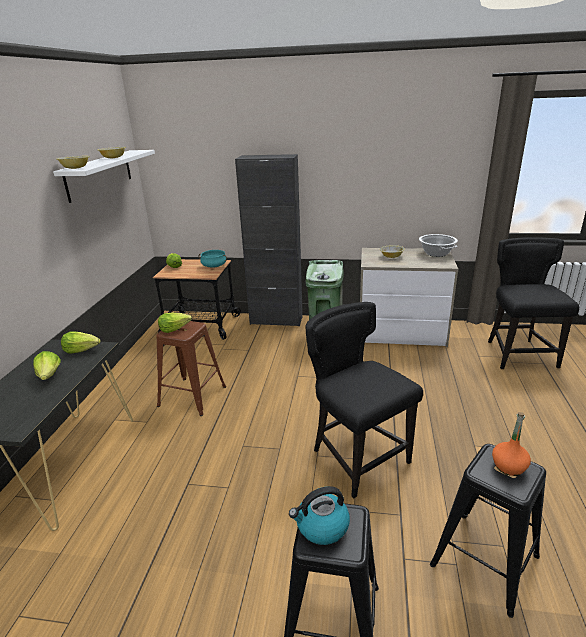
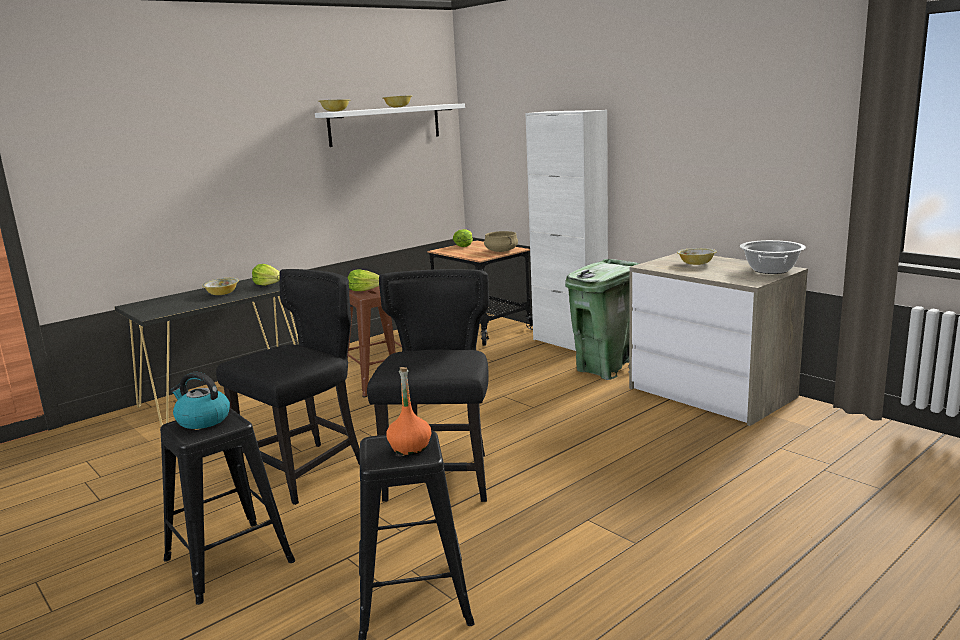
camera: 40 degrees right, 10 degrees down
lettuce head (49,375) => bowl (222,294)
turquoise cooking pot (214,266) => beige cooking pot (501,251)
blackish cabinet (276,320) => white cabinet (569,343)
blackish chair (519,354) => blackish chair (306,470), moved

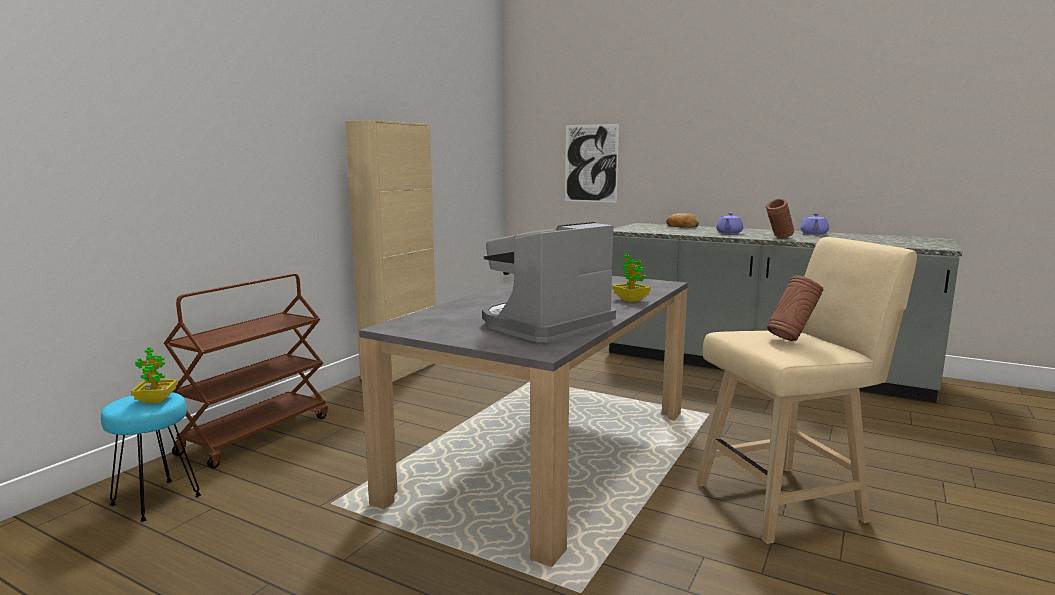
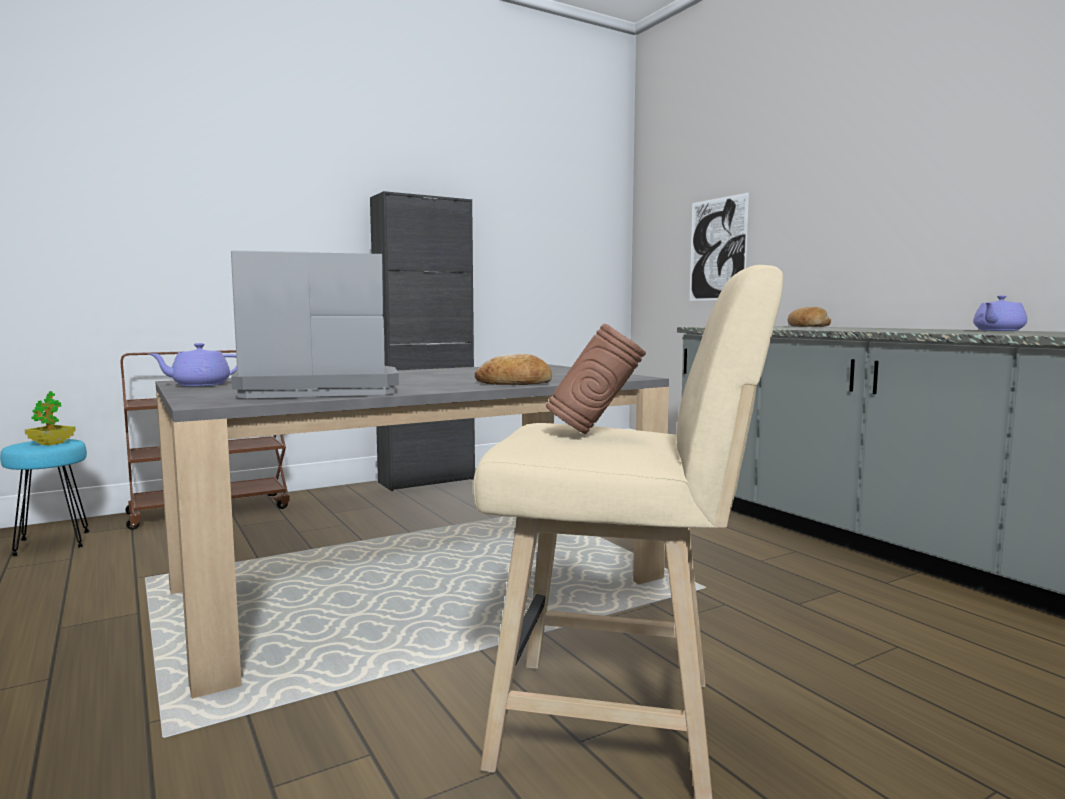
camera: 30 degrees right, 5 degrees down
beige cabinet (400,370) => blackish cabinet (426,481)
houseplant (630,300) => baked bread (515,383)
purplish tea pot (729,233) => purplish tea pot (199,385), moved
brown flower vase (778,238) => nothing

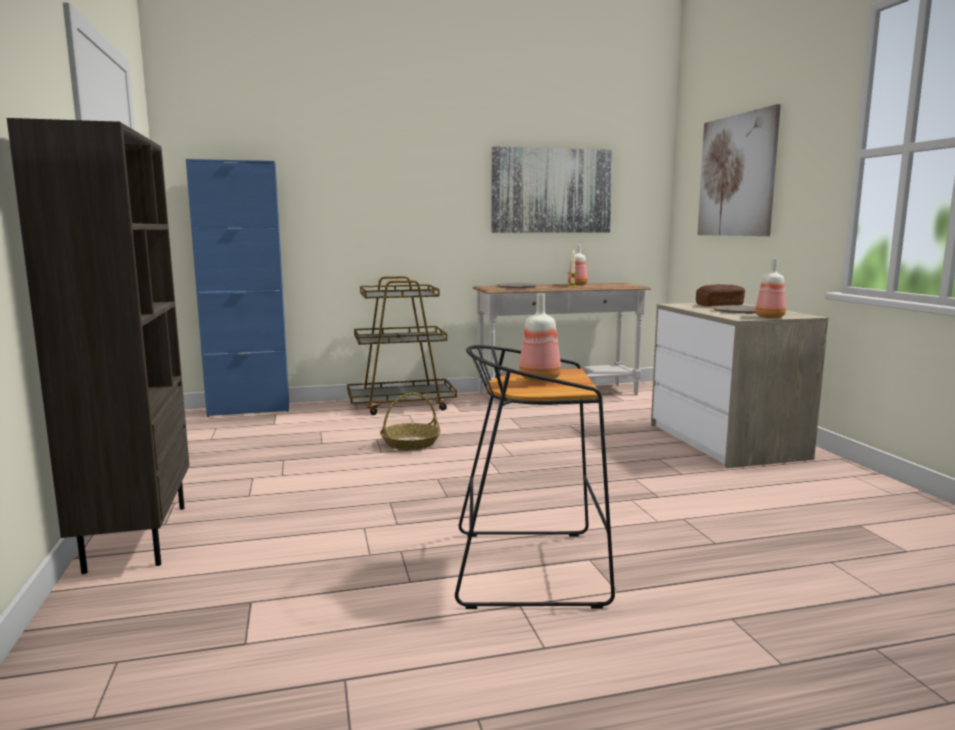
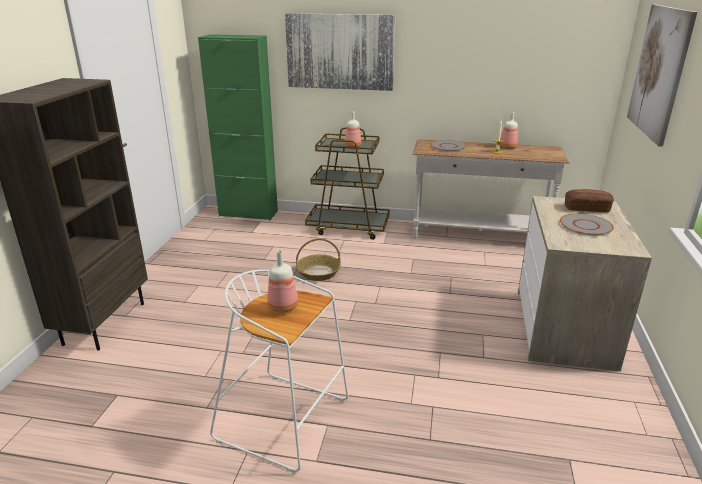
camera: 25 degrees right, 15 degrees up
bluish cabinet (249,410) => green-coloured cabinet (248,213)
blackish stool seat (532,567) => white stool seat (285,419)
wall picture (551,191) => wall picture (340,52), moved
beverage bottle (770,317) => beverage bottle (353,146), moved

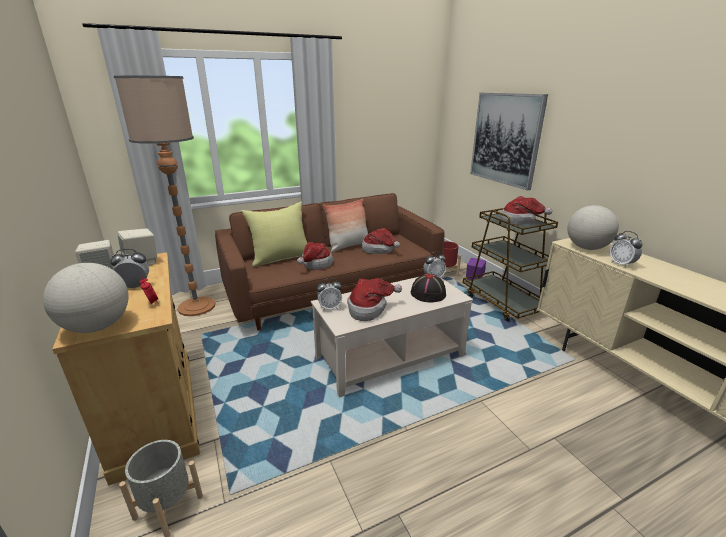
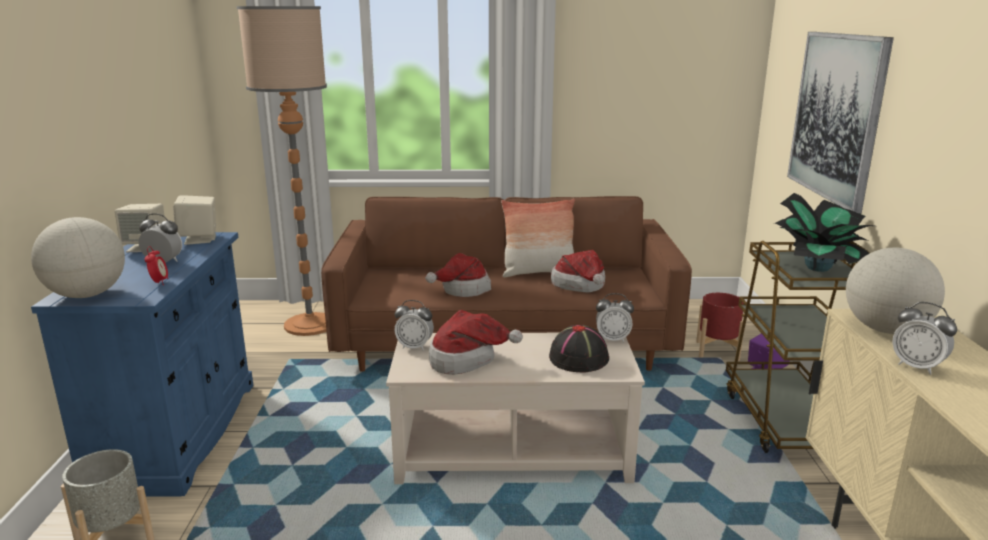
camera: 25 degrees right, 5 degrees down
beige cabinet (156,410) => bluish cabinet (177,434)
yellow-coloured throw pillow (281,257) => nothing
hat (519,221) => houseplant (818,268)
bedside clock (621,264) => bedside clock (917,367), 45 degrees counterclockwise

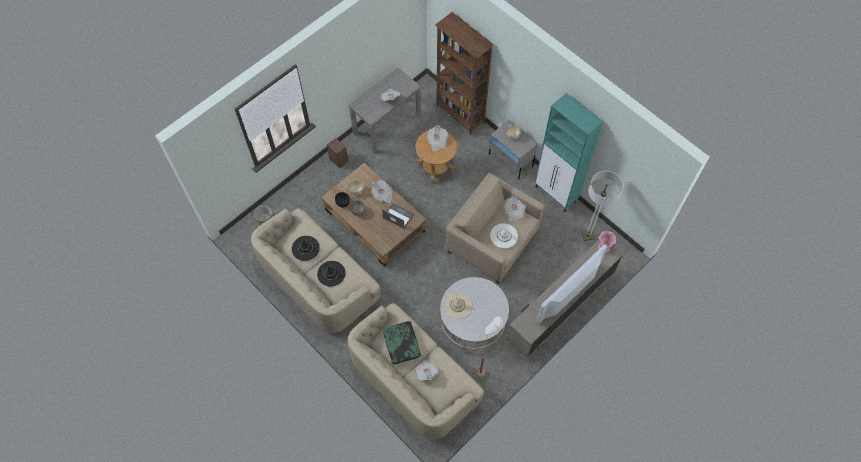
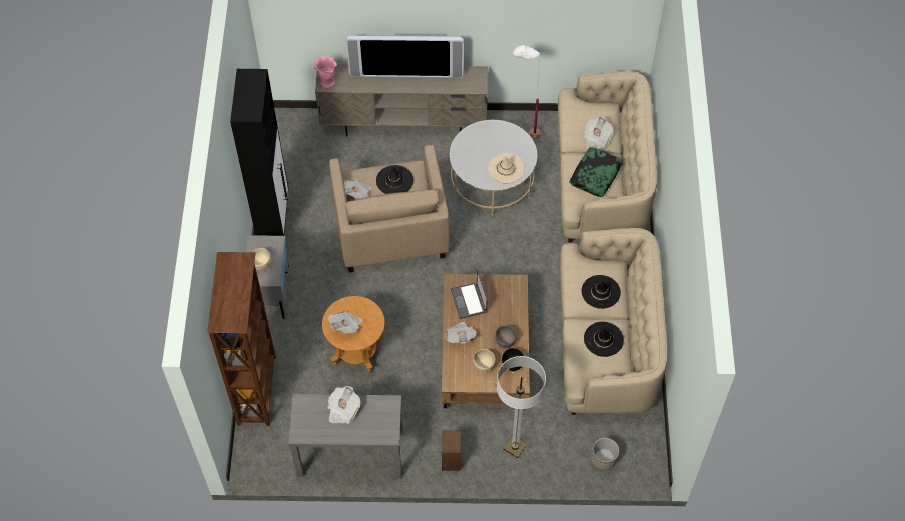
camera: 135 degrees left, 5 degrees down
white hat (504,236) => blackish hat (394,180)
turquoise cabinet (555,195) => blackish cabinet (273,219)
standing lamp (588,235) => standing lamp (515,447), moved

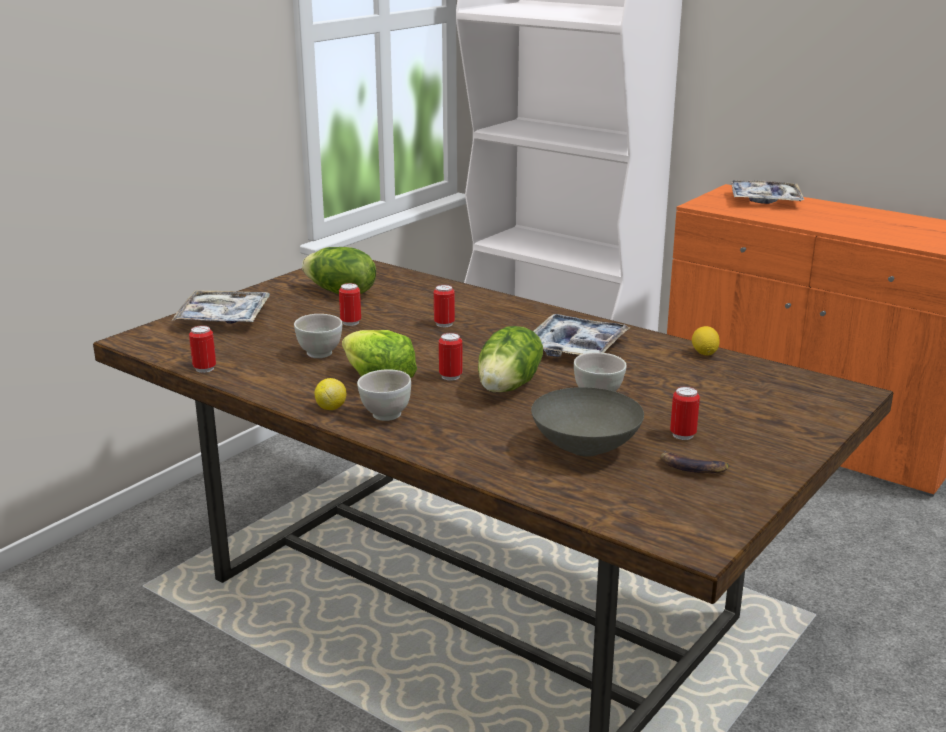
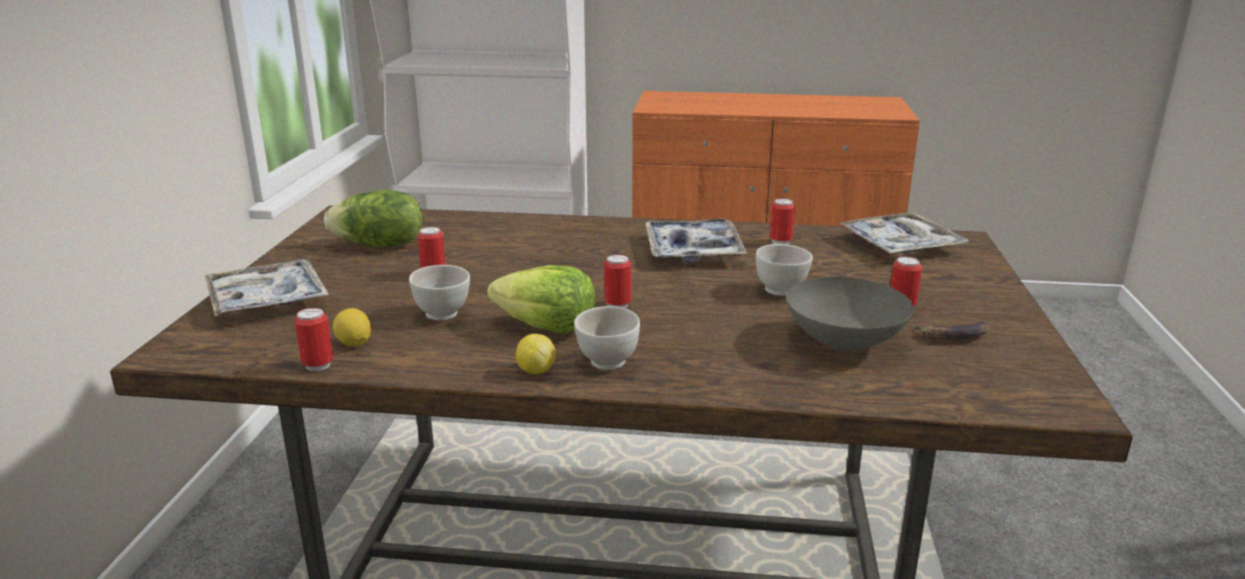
camera: 30 degrees left, 0 degrees up
sealed can (444,324) => sealed can (780,242), moved
lettuce head (509,386) => nothing
citrus fruit (704,353) => citrus fruit (354,344), moved
tray (764,200) => tray (900,245), moved

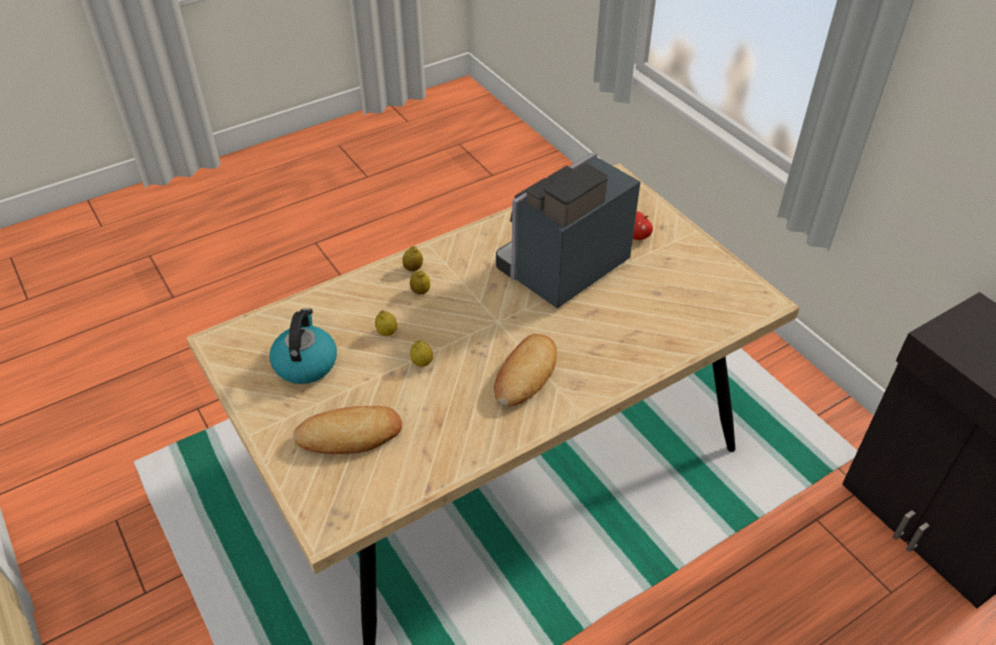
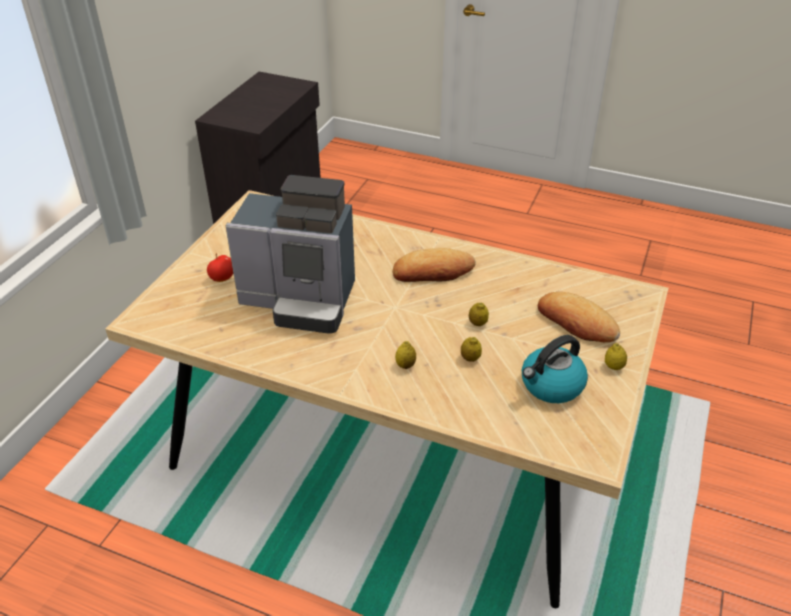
camera: 125 degrees left, 5 degrees down
citrus fruit (413,268) => citrus fruit (613,366), moved

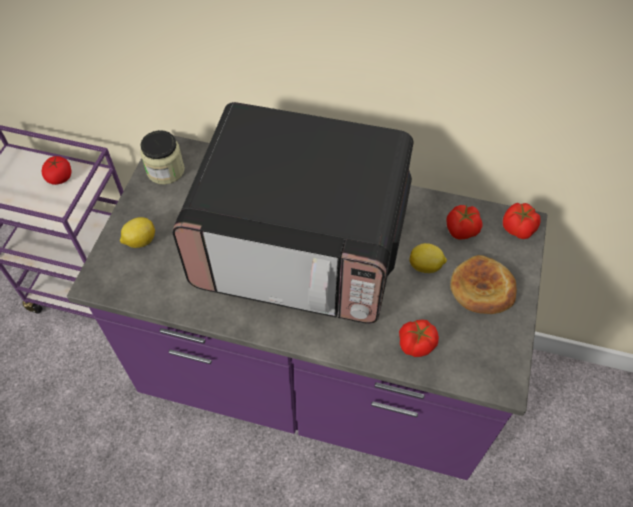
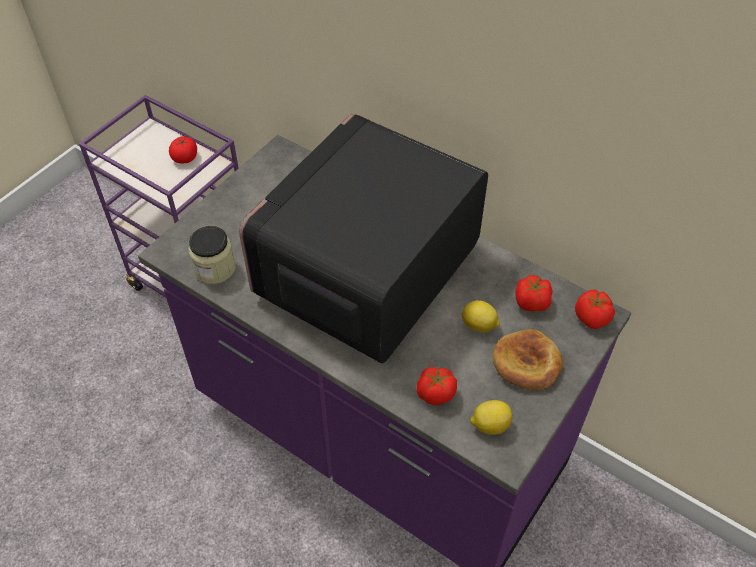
camera: 20 degrees right, 5 degrees down
citrus fruit (140,241) => citrus fruit (489,425), moved
jar (165,170) => jar (215,268), moved
kitchen microwave (302,246) => kitchen microwave (367,273), 90 degrees clockwise

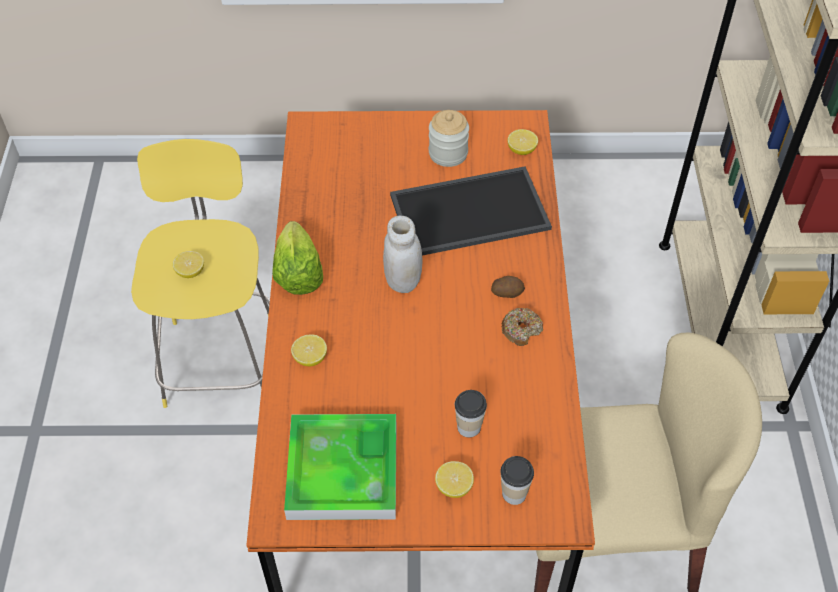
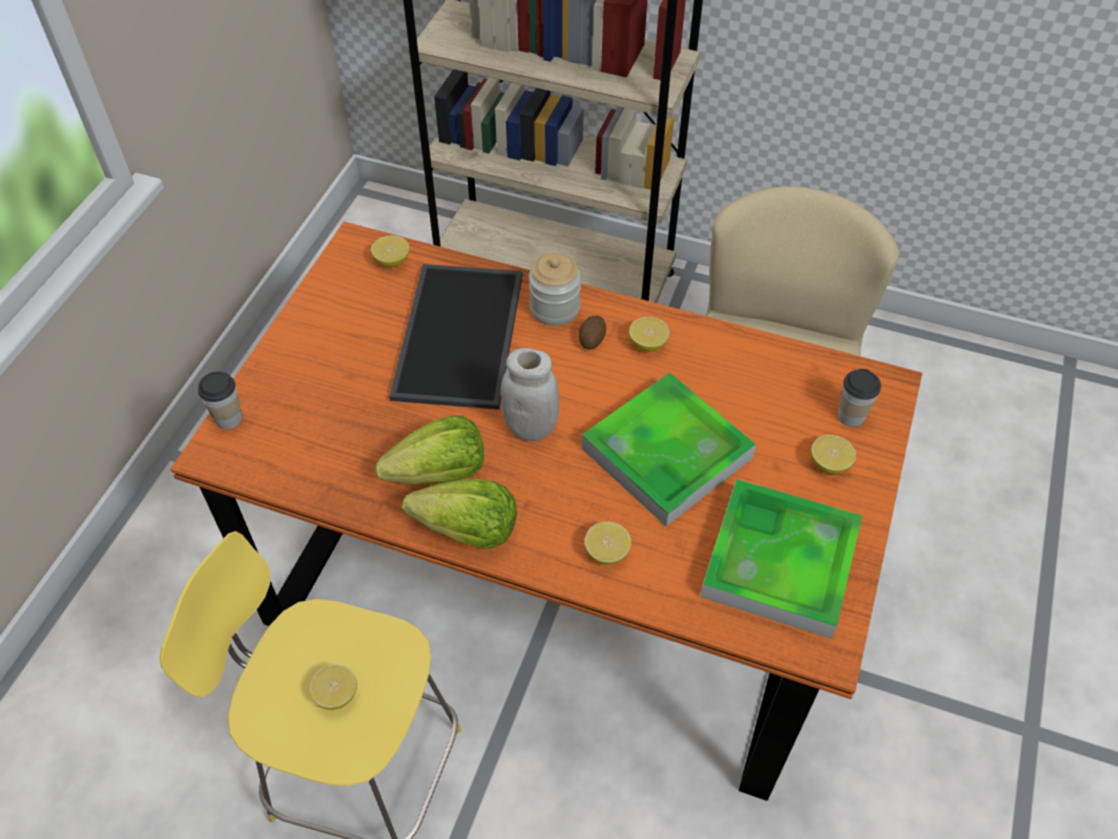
camera: 70 degrees left, 0 degrees up
jar (448,153) => jar (554,308), moved
drinking cup (469,427) => drinking cup (228,418), moved
ring doughnut (521,330) => citrus fruit (648,344)
nothing => lettuce head (439,474)
nothing => tray (666,453)

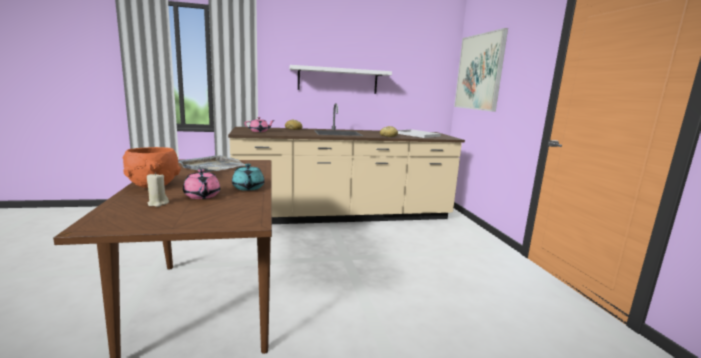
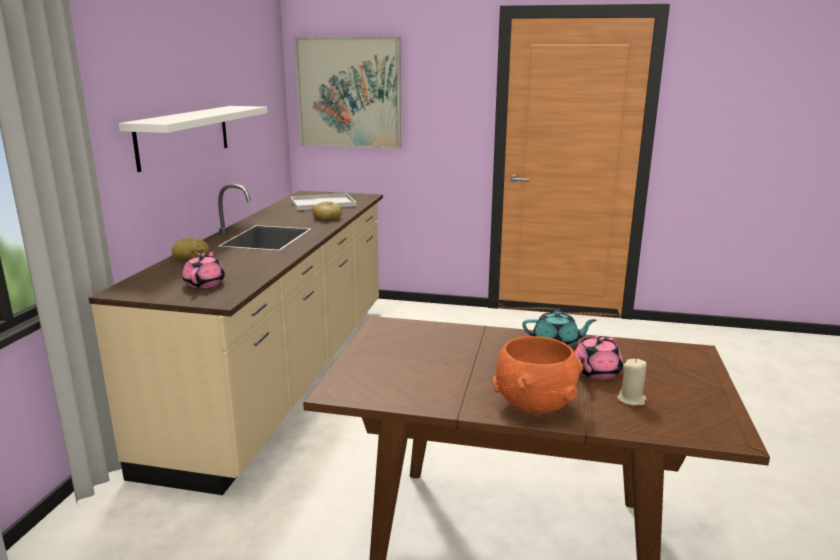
camera: 65 degrees left, 5 degrees up
gray tray (212,167) => nothing
pink-coloured tea pot (202,196) => pink-coloured tea pot (595,372), 135 degrees clockwise

